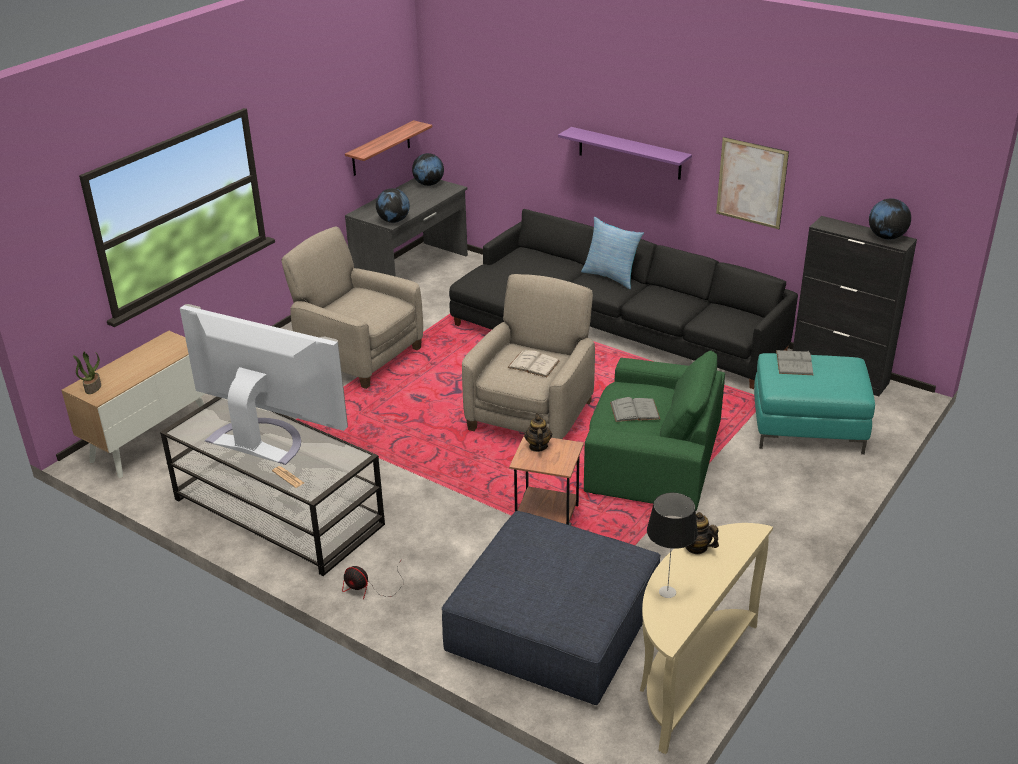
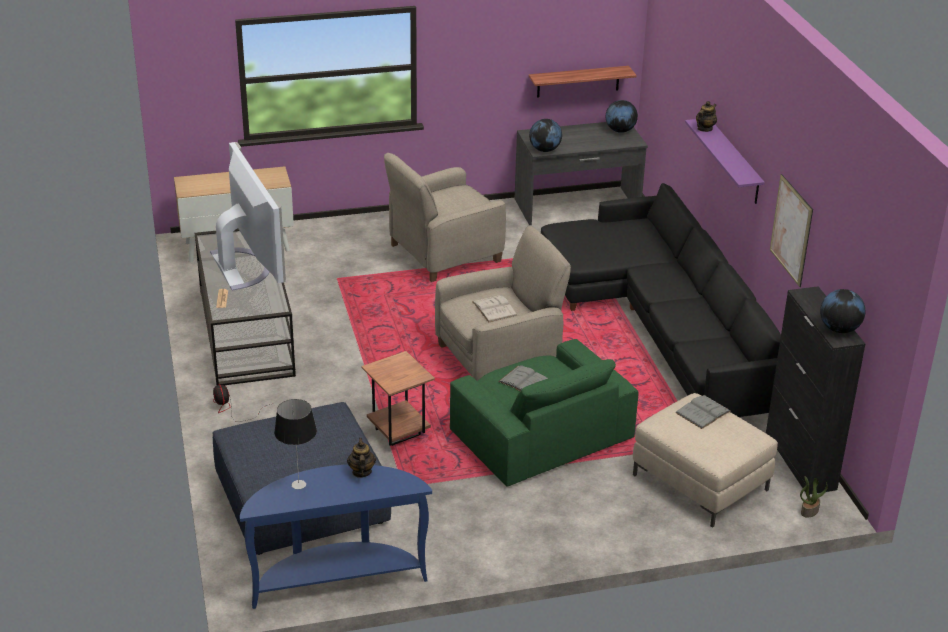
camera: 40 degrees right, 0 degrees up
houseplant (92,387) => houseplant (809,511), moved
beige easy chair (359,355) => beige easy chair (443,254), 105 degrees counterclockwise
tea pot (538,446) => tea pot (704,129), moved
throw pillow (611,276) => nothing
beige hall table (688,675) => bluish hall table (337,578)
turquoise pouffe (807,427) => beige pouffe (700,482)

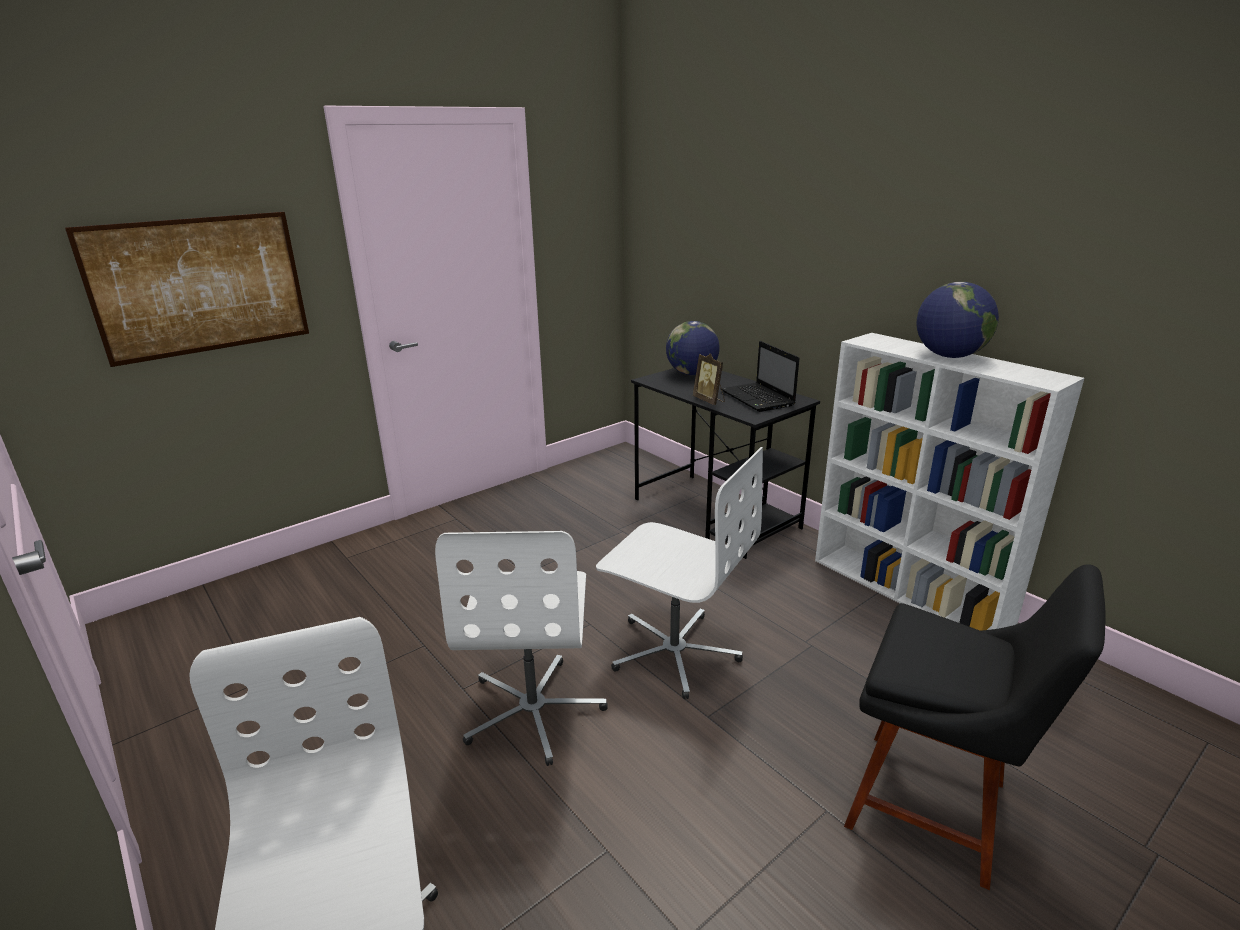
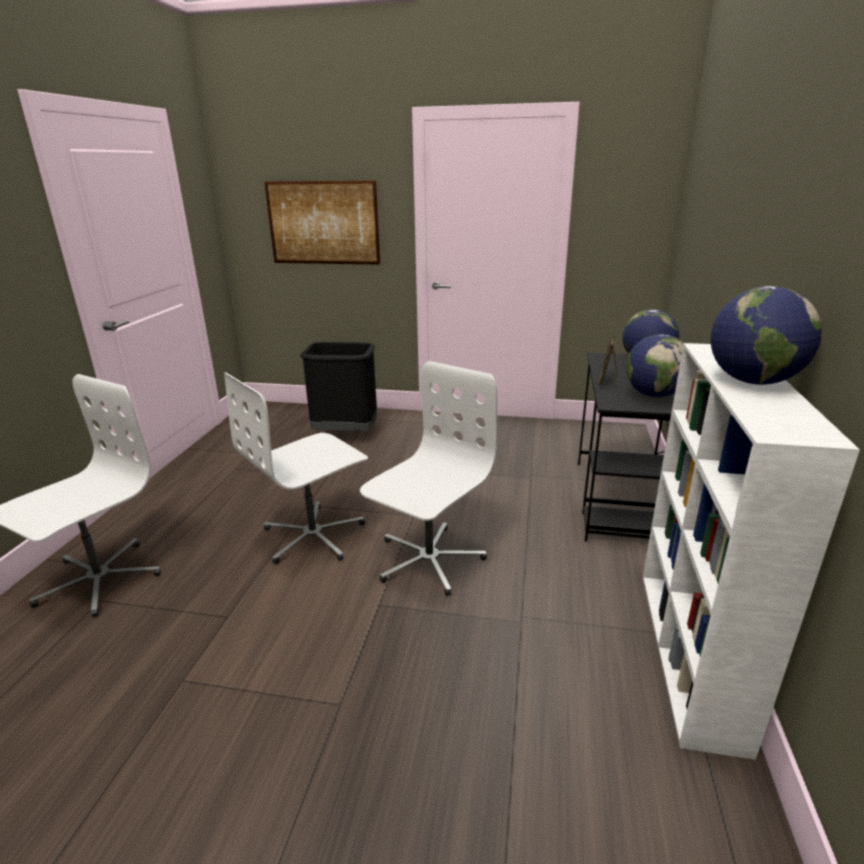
camera: 50 degrees right, 0 degrees up
white desk chair (674,651) => white desk chair (428,560), 135 degrees counterclockwise
laptop (758,399) => desk globe (653,395)
blackish chair (936,808) => nothing
nothing => blackish trash can (345,433)

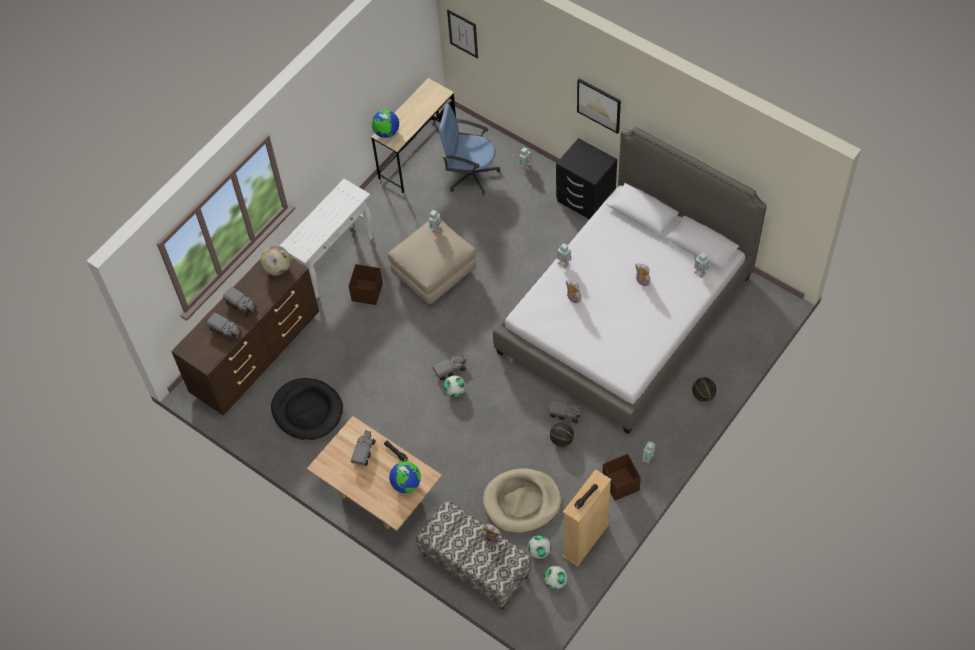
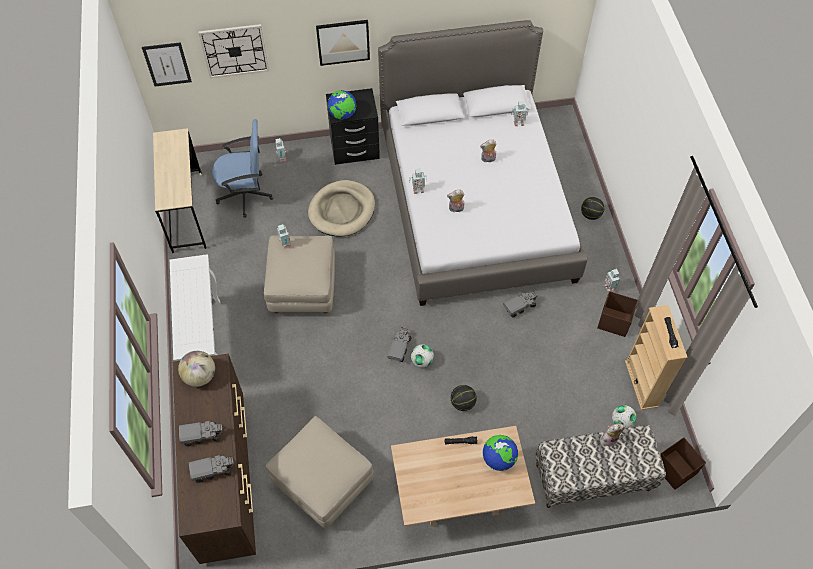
camera: 50 degrees left, 0 degrees up
blackish dog bed (307,410) => beige pouffe (322,482)
brown storage bin (367,292) => brown storage bin (674,469), moved
model truck (363,452) => nothing
desk globe (386,132) => desk globe (342,115), moved
bluish desk chair (470,174) => bluish desk chair (246,194), 150 degrees counterclockwise
beige dog bed (522,502) => beige dog bed (342,210), moved
ball for football (555,582) => nothing
basketball (562,440) => basketball (463,403), moved
nothing => hanging clock (234,51)

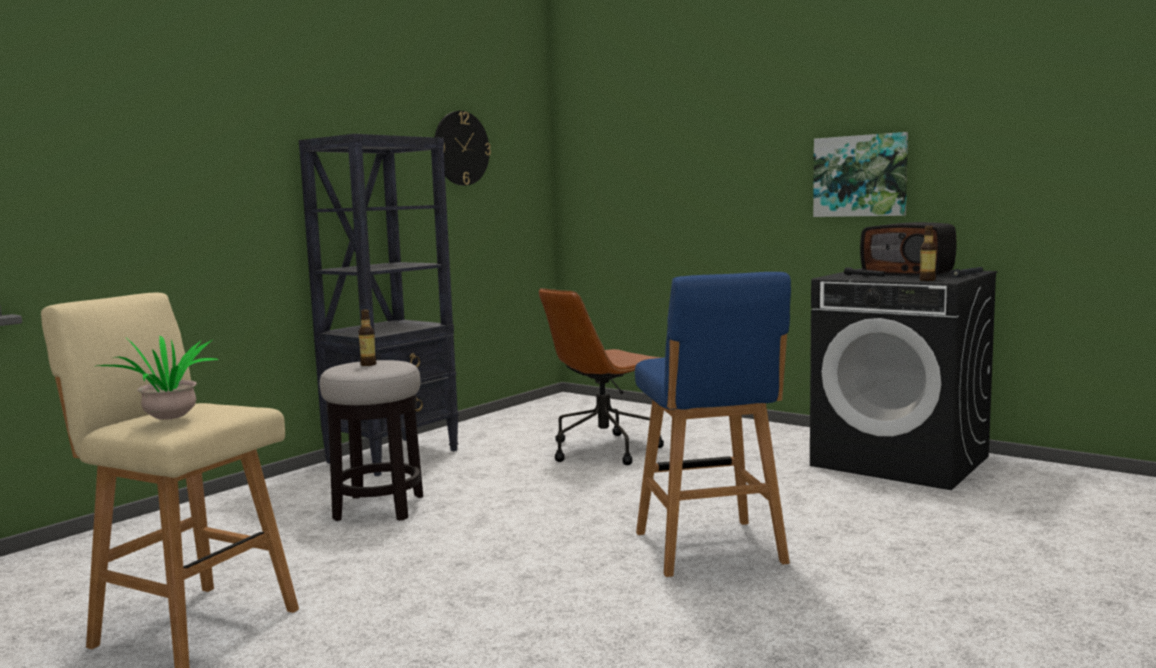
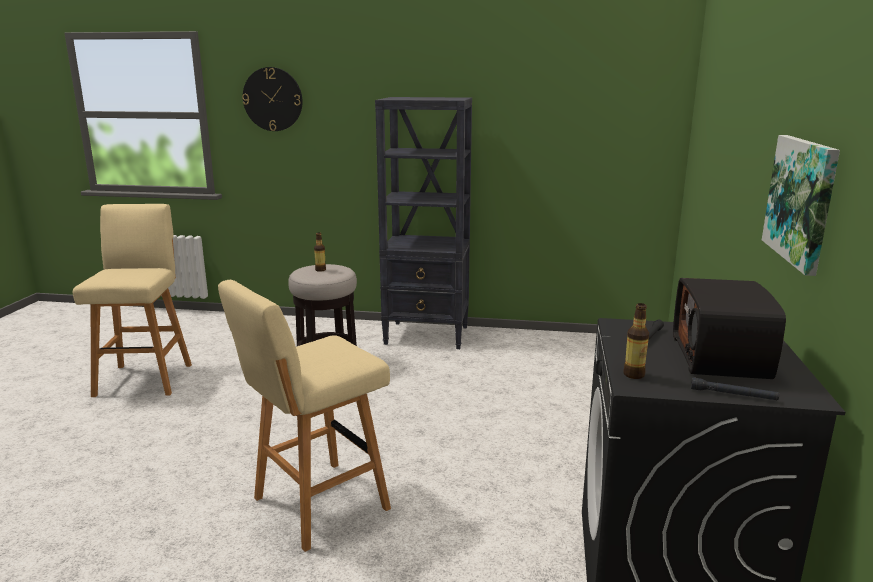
camera: 60 degrees right, 10 degrees up
houseplant (169,420) => nothing
hanging clock (461,148) => hanging clock (273,99), moved
brown desk chair (605,449) => nothing
bluish stool seat (710,550) => beige stool seat (317,505)

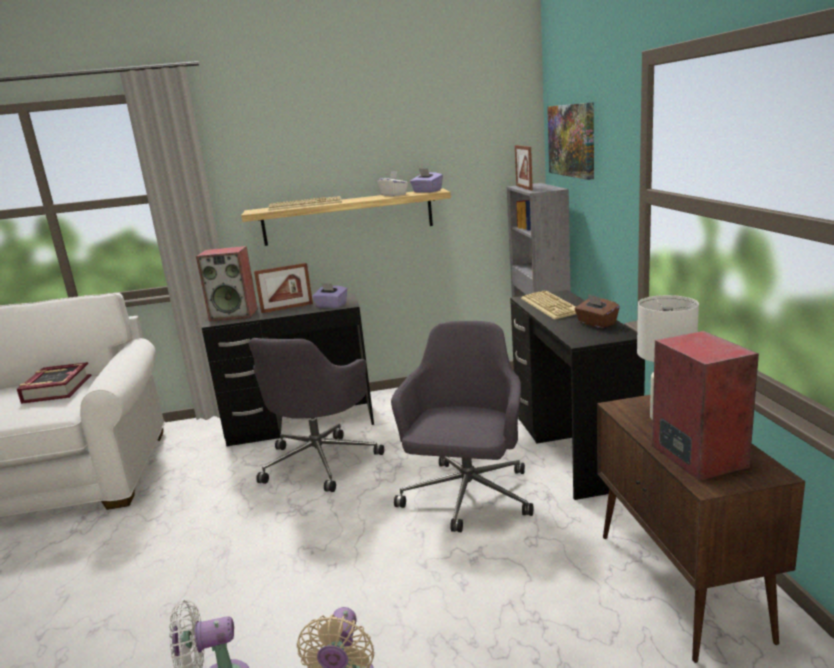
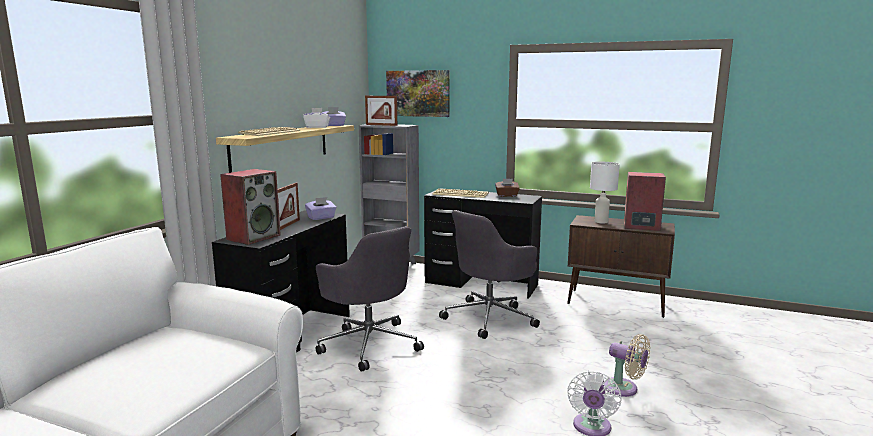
camera: 60 degrees left, 5 degrees down
book (57,389) => nothing
gray desk chair (467,497) => gray desk chair (490,318), 90 degrees counterclockwise

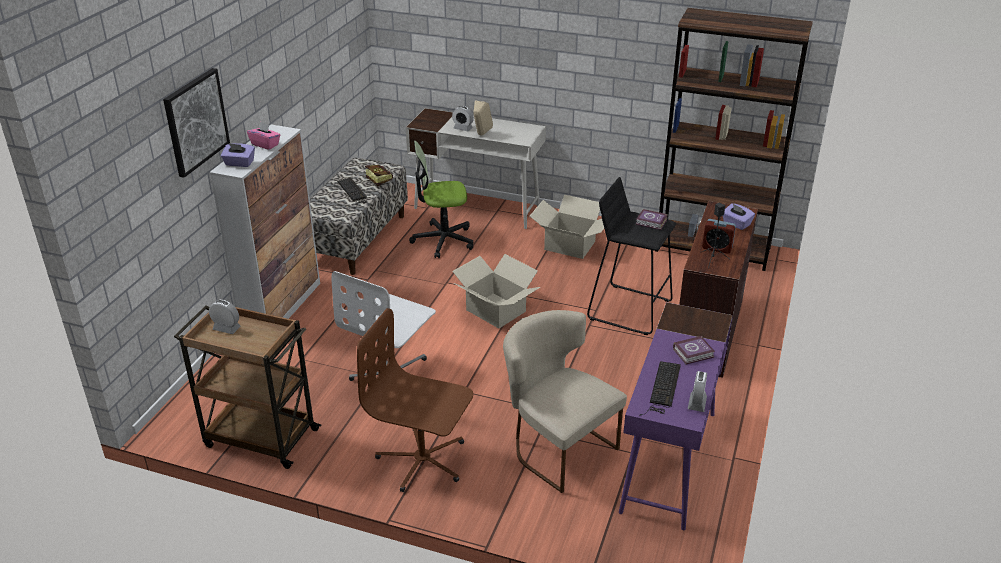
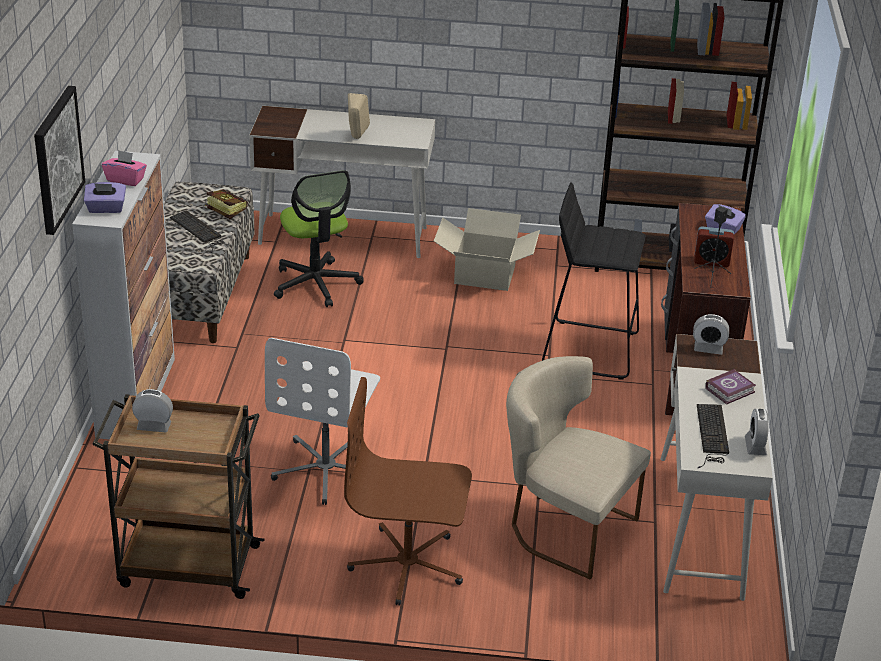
camera: 15 degrees left, 0 degrees up
desk chair (443,240) => desk chair (316,284), 90 degrees counterclockwise
bedside clock (463,128) => bedside clock (708,349), moved
cardboard box (496,310) => nothing
purplish desk table (669,461) => white desk table (700,526)
book (652,222) => nothing

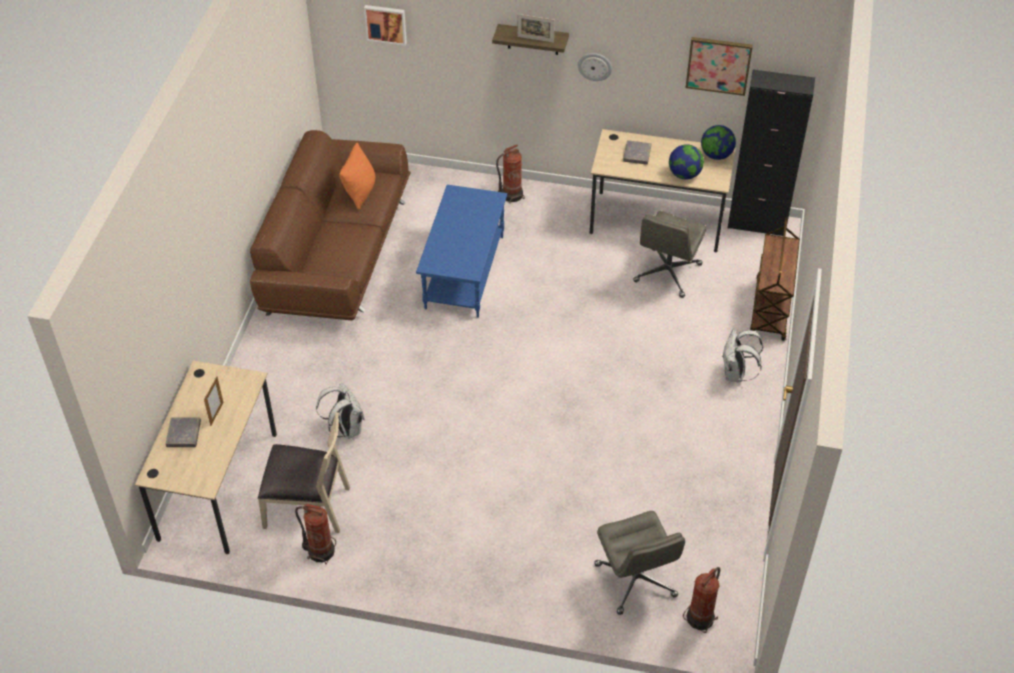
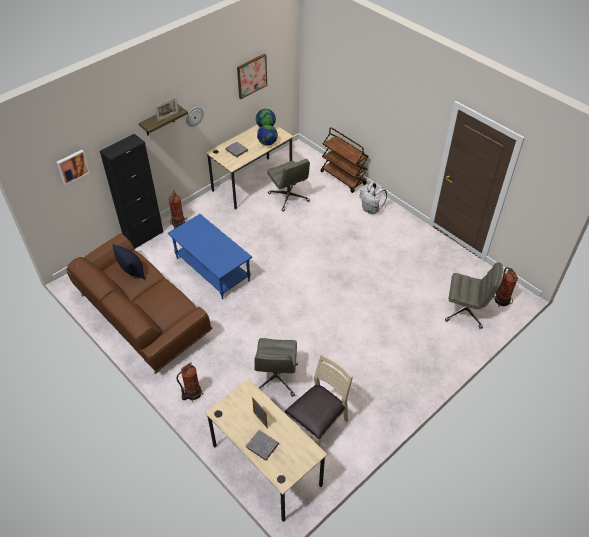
camera: 55 degrees left, 0 degrees up
fire extinguisher (320,550) => fire extinguisher (192,393), moved
white knapsack (345,429) => gray desk chair (276,379)
orange throw pillow (360,192) => blackish throw pillow (132,271)
blackish cabinet (757,224) => blackish cabinet (144,236), moved

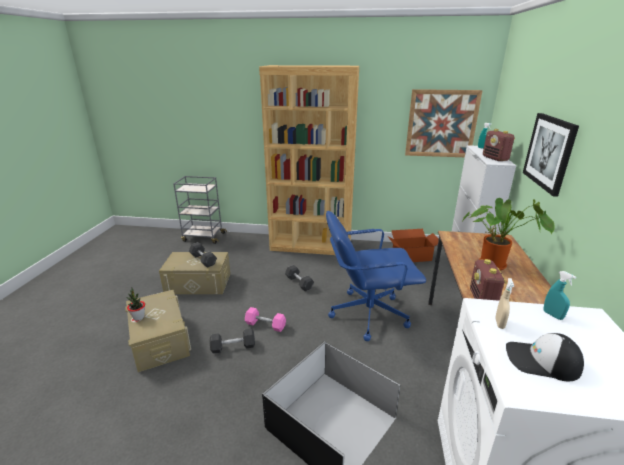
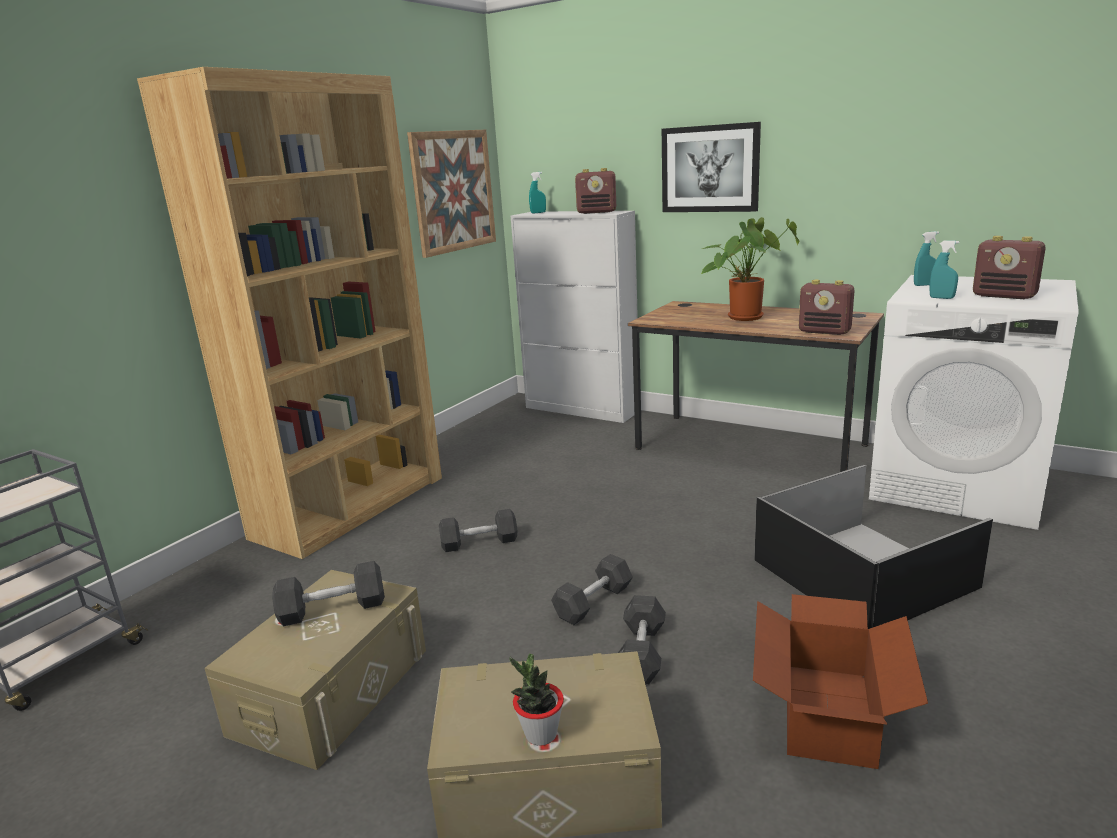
camera: 65 degrees left, 5 degrees down
pink-coloured free weight (265,325) => gray free weight (593,602)
bluish desk chair (367,314) => nothing
cardboard box (411,256) => cardboard box (826,714), moved
beige spray bottle (499,323) => turquoise spray bottle (941,298)
cap (541,361) => radio receiver (1004,296)

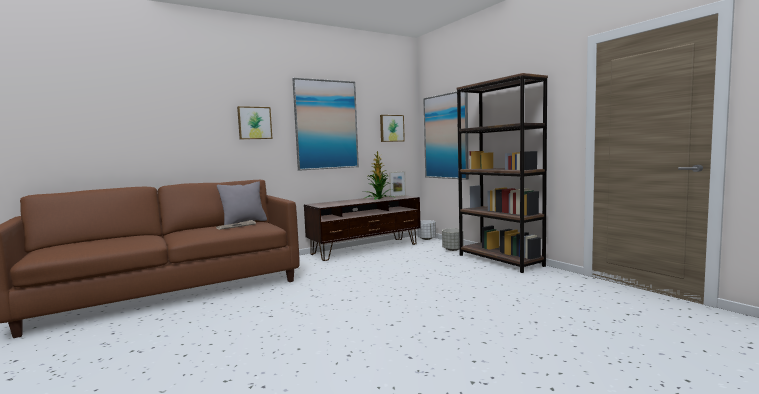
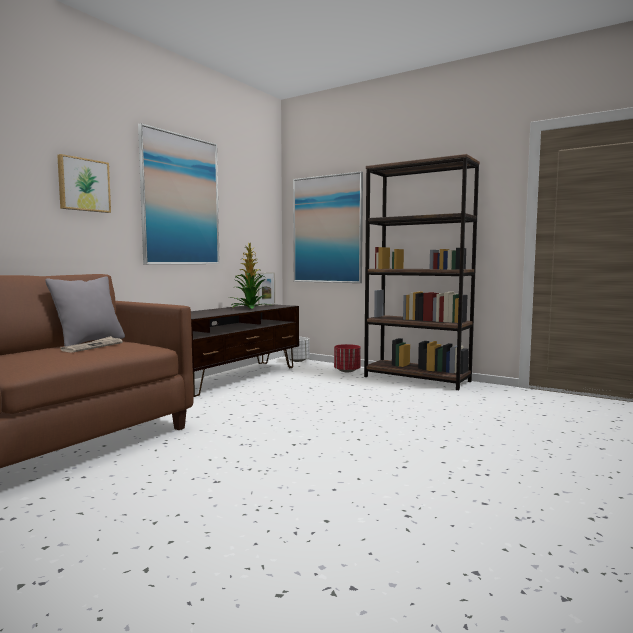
camera: 25 degrees left, 0 degrees up
wall picture (391,128) => nothing
gray flower pot (453,249) => red-coloured flower pot (347,371)

